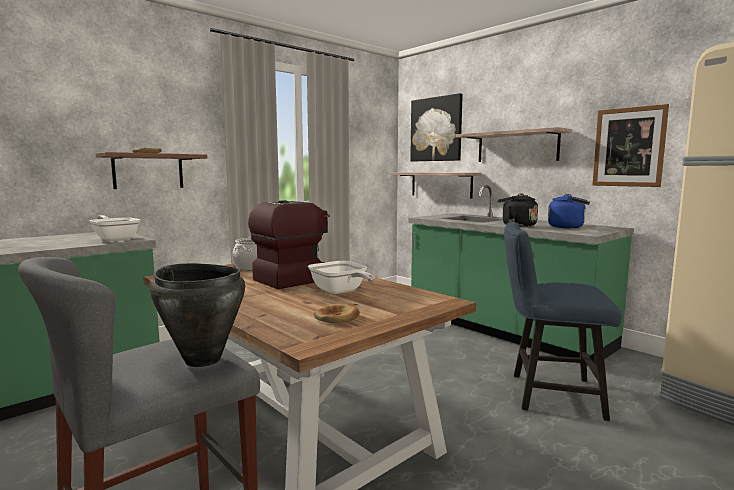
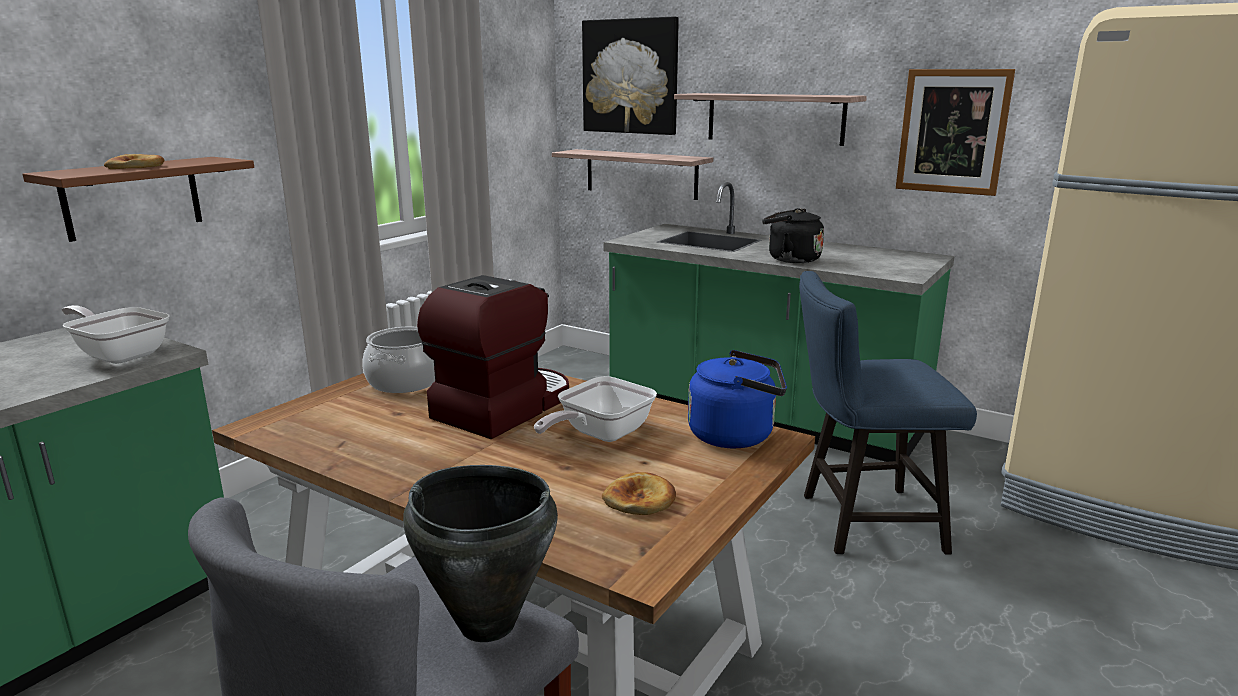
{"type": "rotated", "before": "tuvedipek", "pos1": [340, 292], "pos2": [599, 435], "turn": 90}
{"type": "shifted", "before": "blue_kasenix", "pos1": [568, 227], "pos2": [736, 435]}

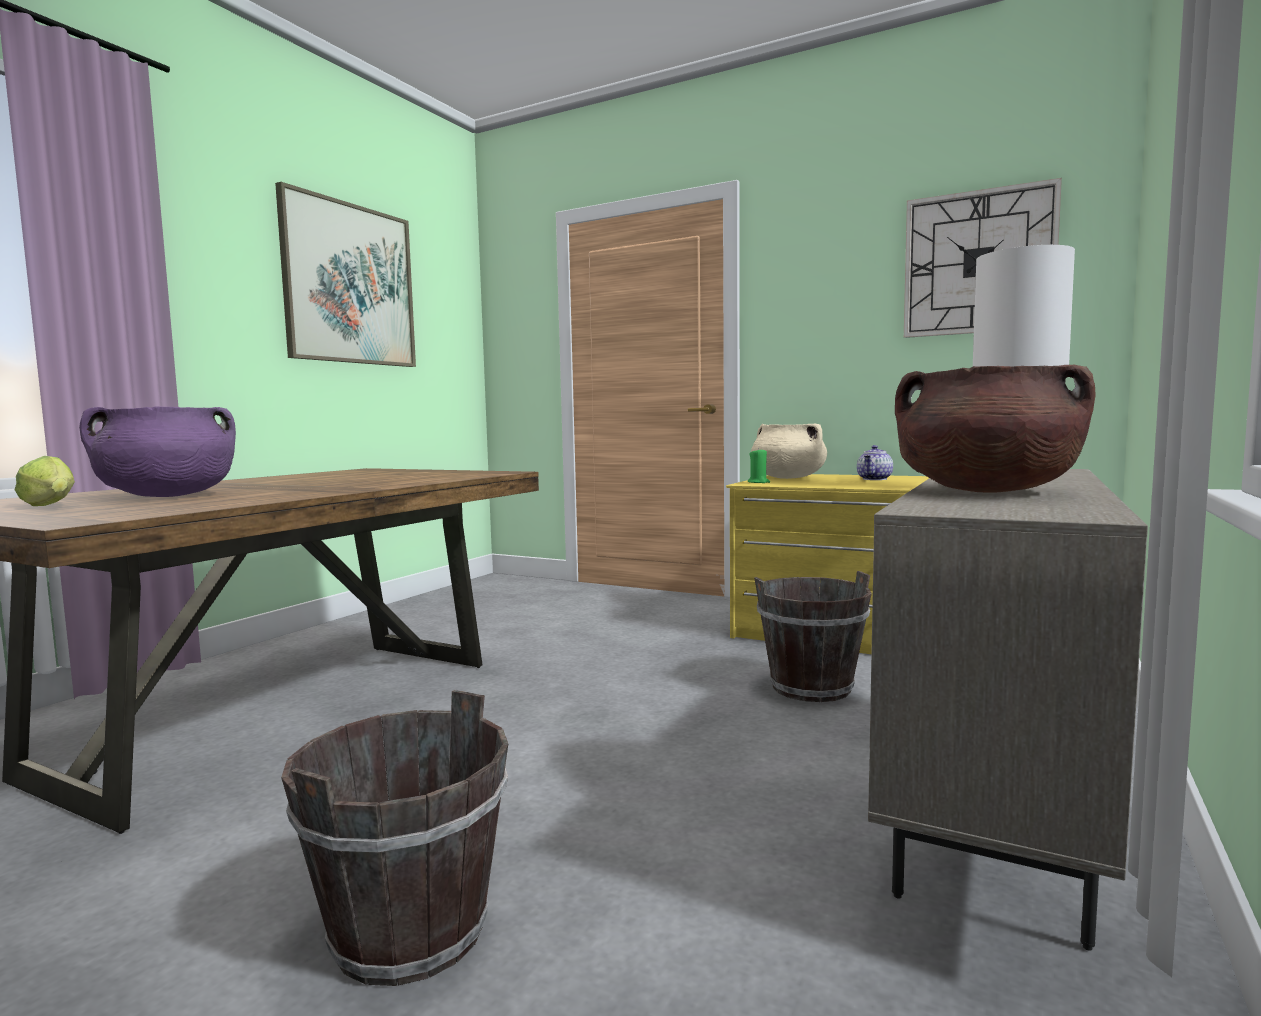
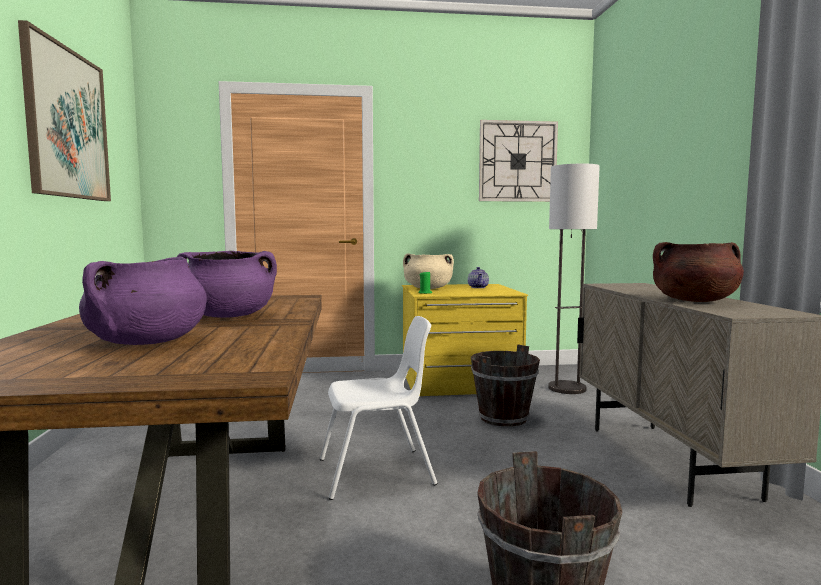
{"type": "gone", "before": "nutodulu", "pos1": [51, 506]}
{"type": "new", "after": "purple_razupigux", "pos2": [228, 316]}
{"type": "new", "after": "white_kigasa", "pos2": [378, 472]}

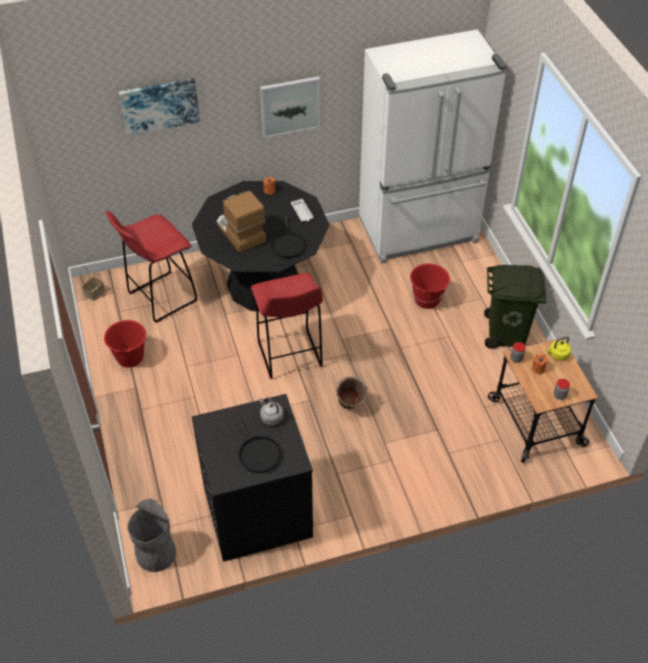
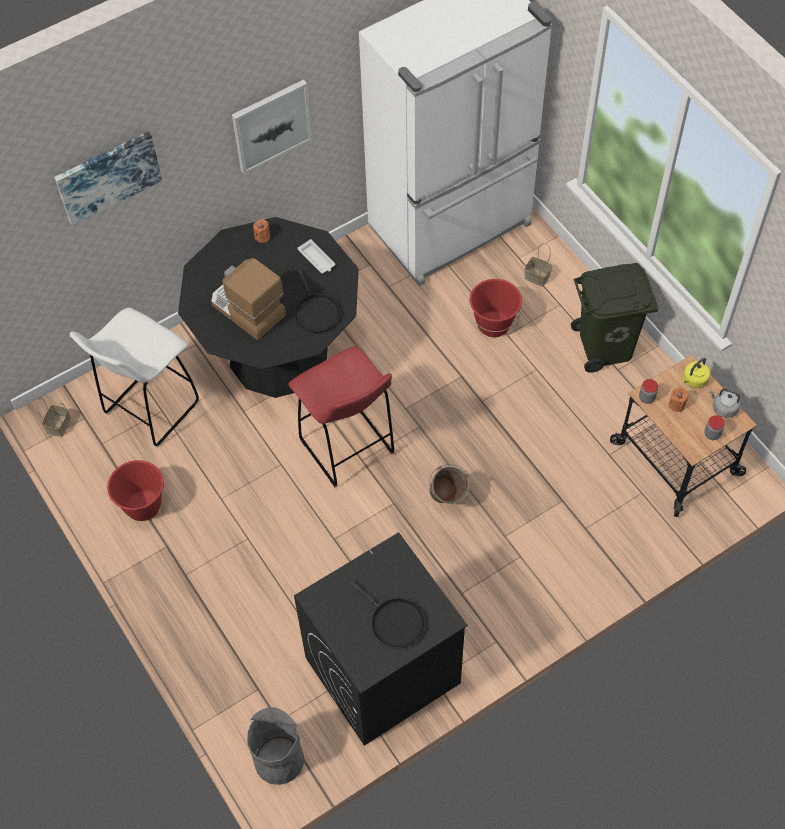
{"type": "repainted", "before": "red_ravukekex", "after": "white_ravukekex", "pos1": [160, 298], "pos2": [149, 410]}
{"type": "shifted", "before": "grey_kasenix", "pos1": [271, 417], "pos2": [723, 408]}
{"type": "new", "after": "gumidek", "pos2": [538, 276]}

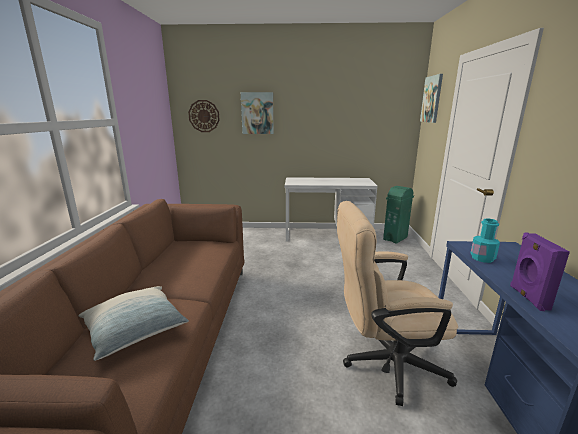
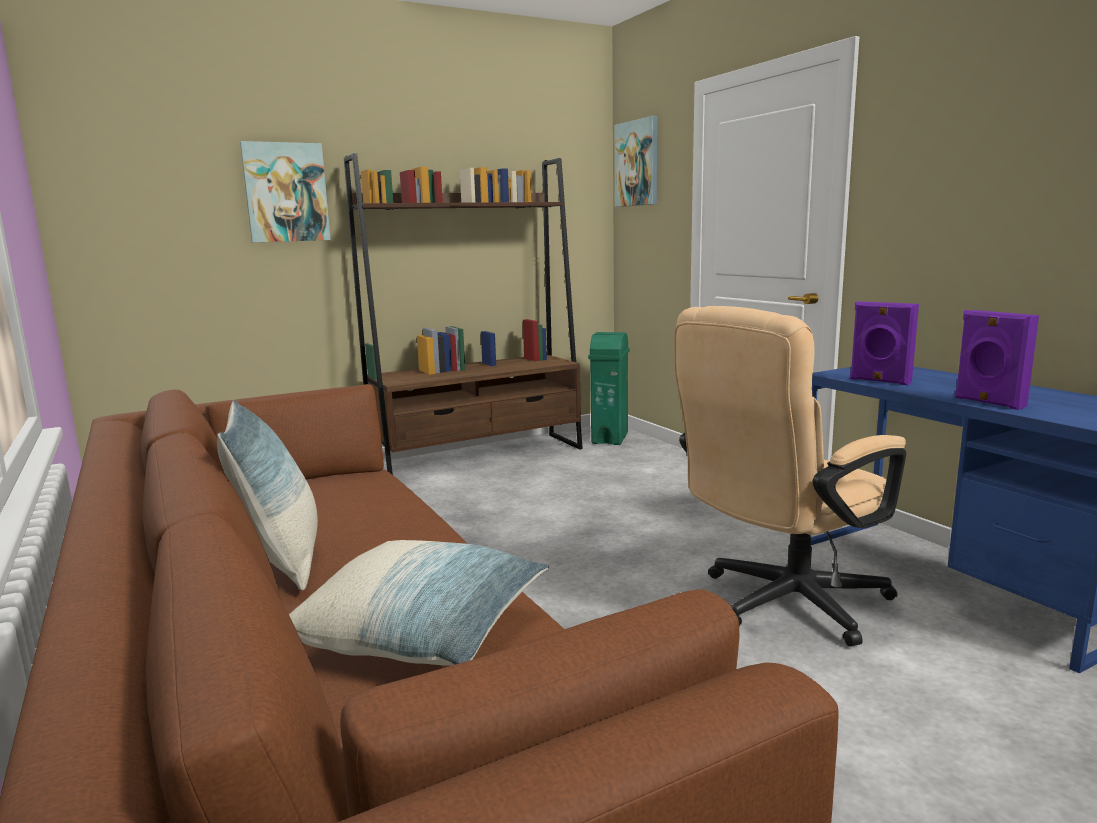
{"type": "gone", "before": "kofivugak", "pos1": [204, 116]}
{"type": "swapped", "before": "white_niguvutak", "after": "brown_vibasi", "pos1": [327, 235], "pos2": [479, 457]}
{"type": "swapped", "before": "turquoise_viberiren", "after": "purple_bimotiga", "pos1": [482, 258], "pos2": [879, 381]}
{"type": "new", "after": "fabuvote", "pos2": [281, 559]}

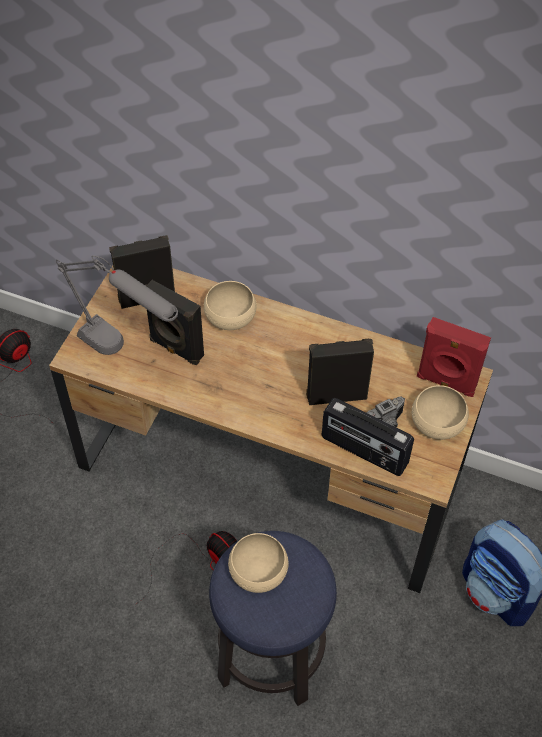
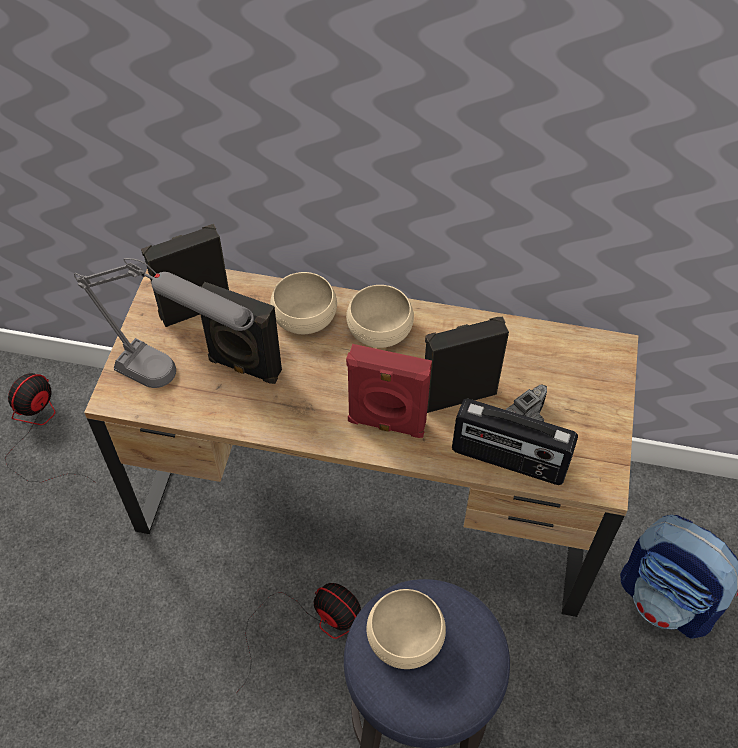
{"type": "shifted", "before": "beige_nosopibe", "pos1": [438, 421], "pos2": [380, 328]}
{"type": "shifted", "before": "red_bimotiga", "pos1": [446, 383], "pos2": [386, 424]}

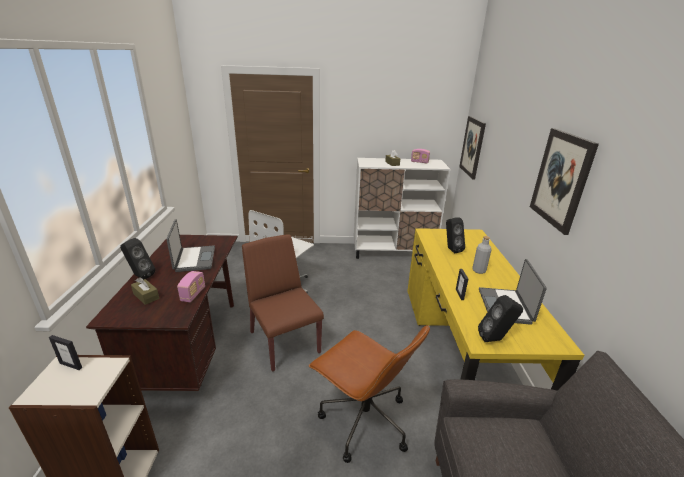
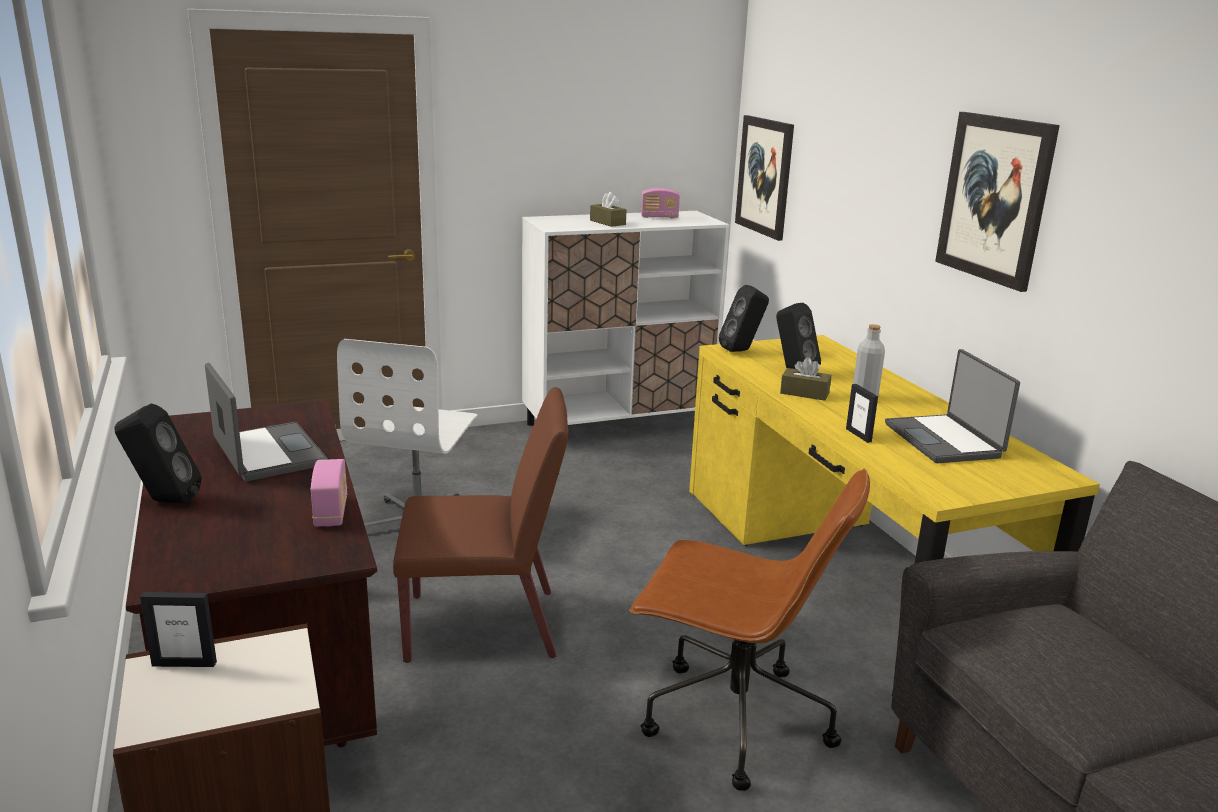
{"type": "shifted", "before": "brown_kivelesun", "pos1": [146, 296], "pos2": [804, 393]}
{"type": "rotated", "before": "brown_kigasa", "pos1": [284, 341], "pos2": [484, 625], "turn": 135}
{"type": "shifted", "before": "black_bimotiga", "pos1": [495, 339], "pos2": [742, 350]}

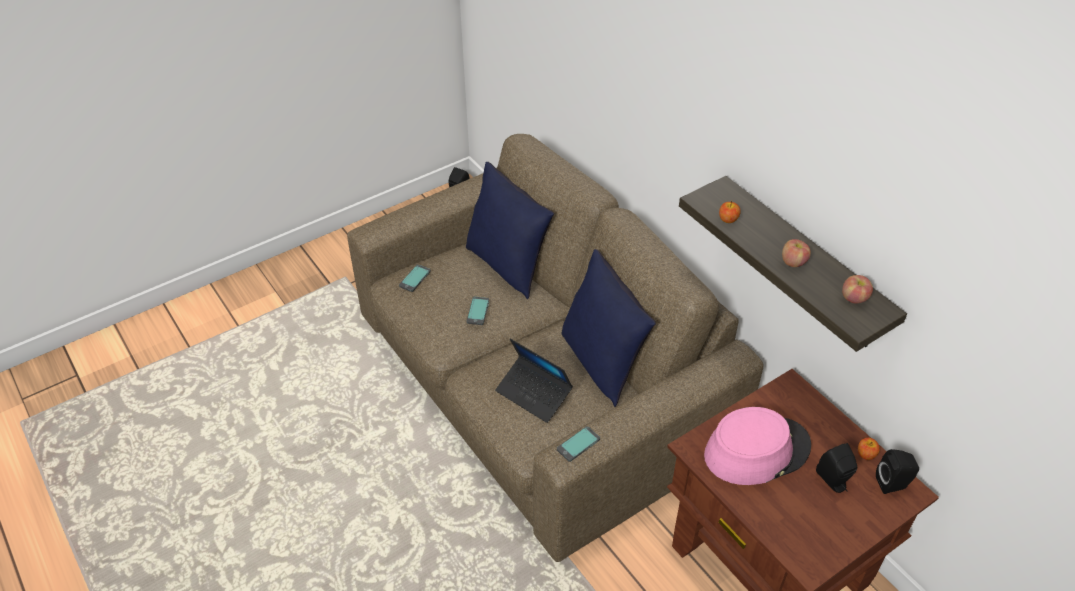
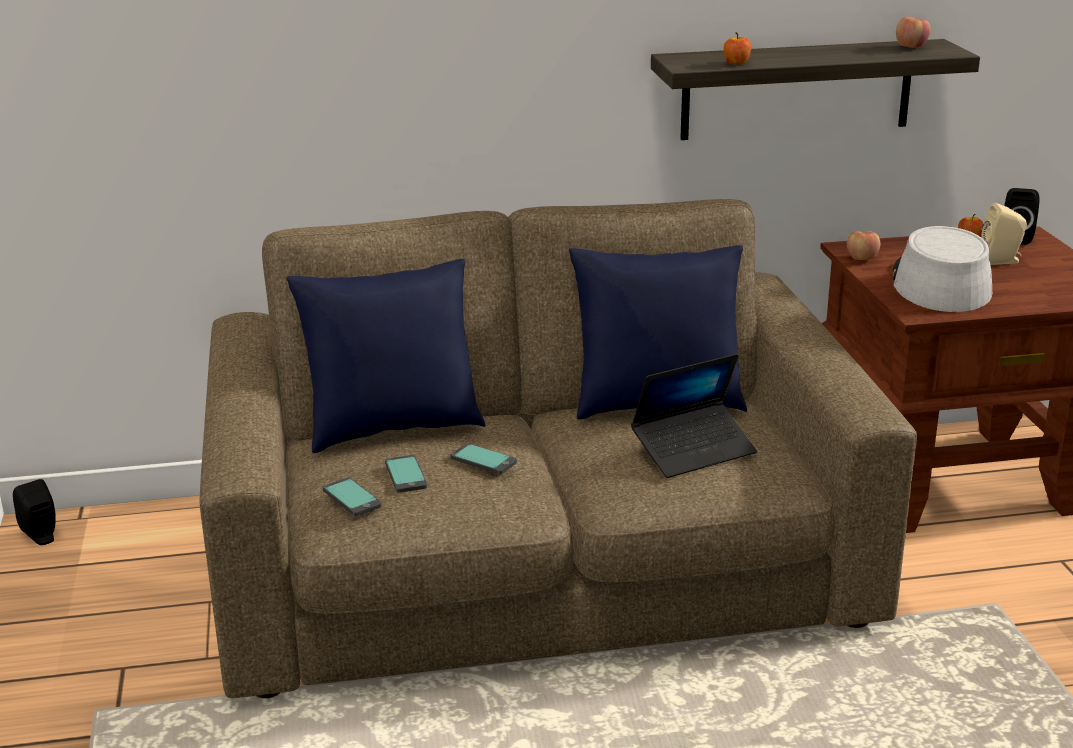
{"type": "shifted", "before": "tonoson", "pos1": [578, 444], "pos2": [406, 475]}
{"type": "repainted", "before": "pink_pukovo", "after": "grey_pukovo", "pos1": [756, 450], "pos2": [939, 284]}
{"type": "shifted", "before": "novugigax", "pos1": [793, 262], "pos2": [862, 258]}
{"type": "repainted", "before": "black_bimotiga", "after": "beige_bimotiga", "pos1": [834, 481], "pos2": [1001, 260]}

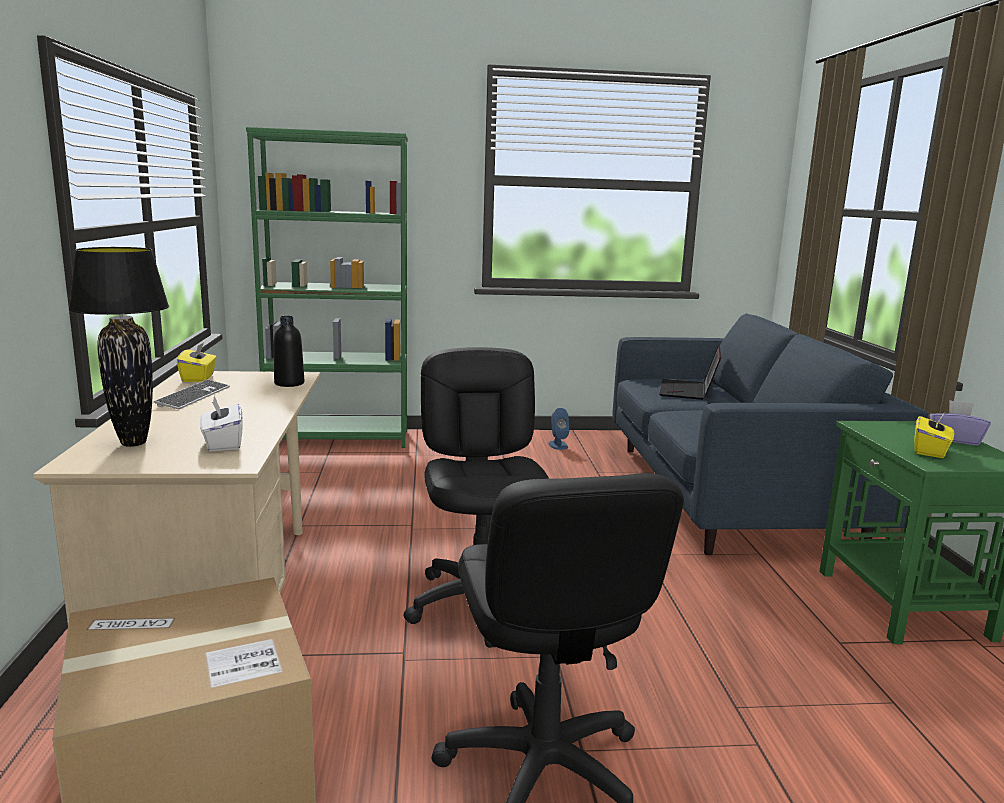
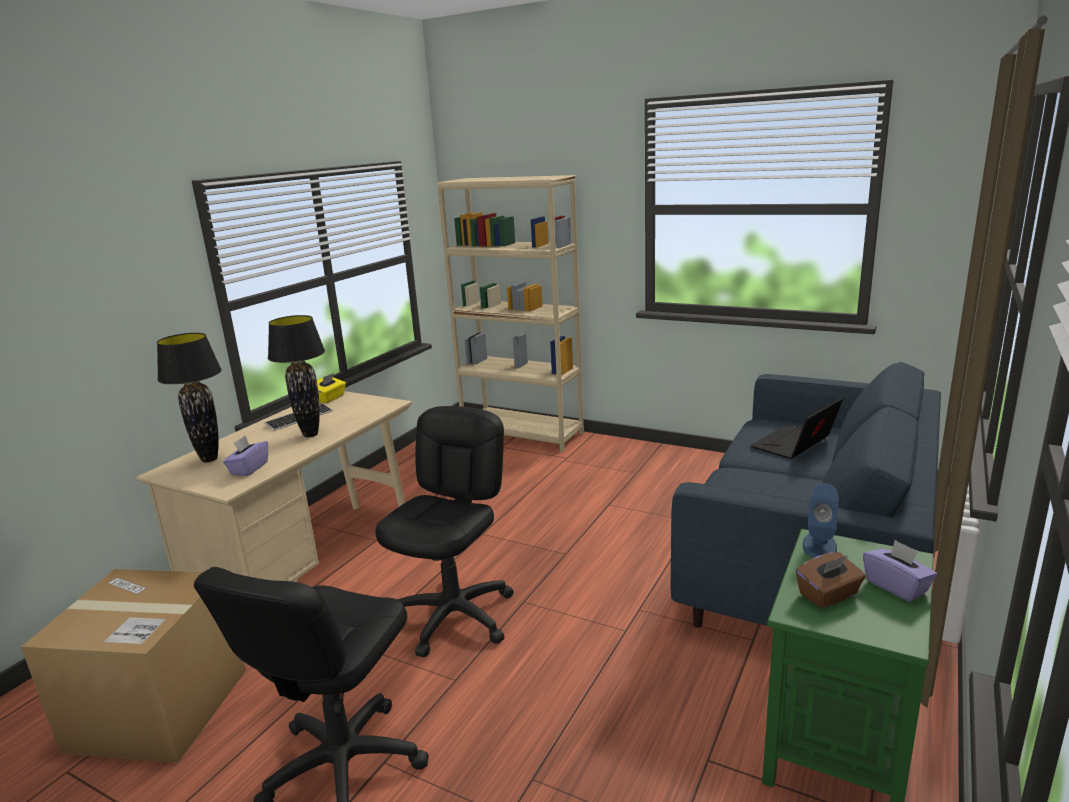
{"type": "repainted", "before": "white_kivelesun", "after": "purple_kivelesun", "pos1": [222, 443], "pos2": [249, 468]}
{"type": "repainted", "before": "green_vibasi", "after": "beige_vibasi", "pos1": [339, 438], "pos2": [522, 434]}
{"type": "gone", "before": "black_viberiren", "pos1": [289, 383]}
{"type": "shifted", "before": "blue_bimotiga", "pos1": [558, 445], "pos2": [819, 546]}
{"type": "repainted", "before": "yellow_kivelesun", "after": "brown_kivelesun", "pos1": [930, 451], "pos2": [828, 595]}
{"type": "new", "after": "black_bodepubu", "pos2": [311, 434]}

